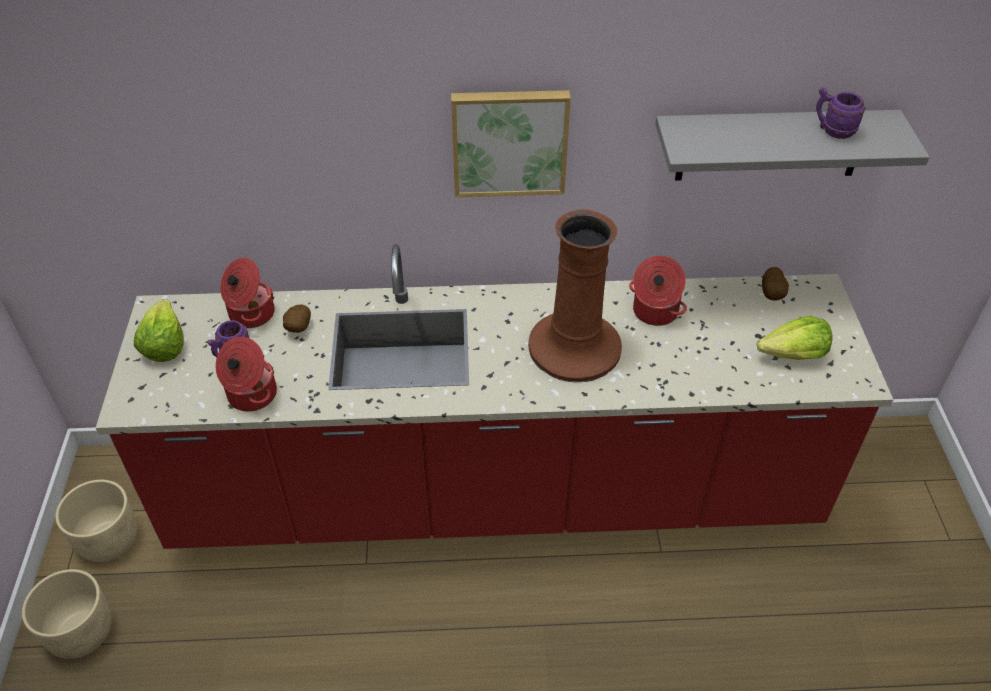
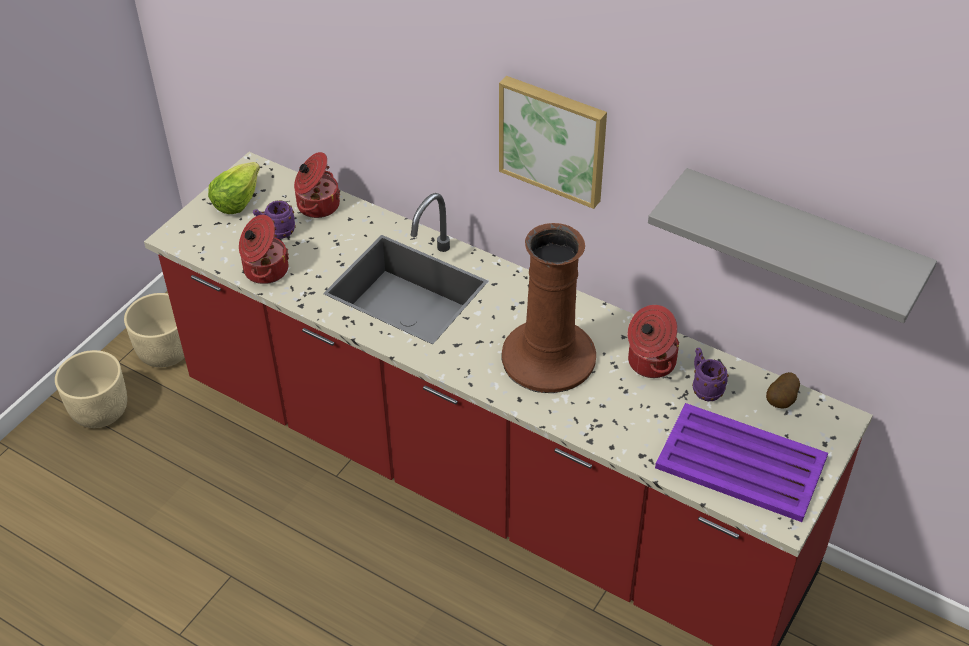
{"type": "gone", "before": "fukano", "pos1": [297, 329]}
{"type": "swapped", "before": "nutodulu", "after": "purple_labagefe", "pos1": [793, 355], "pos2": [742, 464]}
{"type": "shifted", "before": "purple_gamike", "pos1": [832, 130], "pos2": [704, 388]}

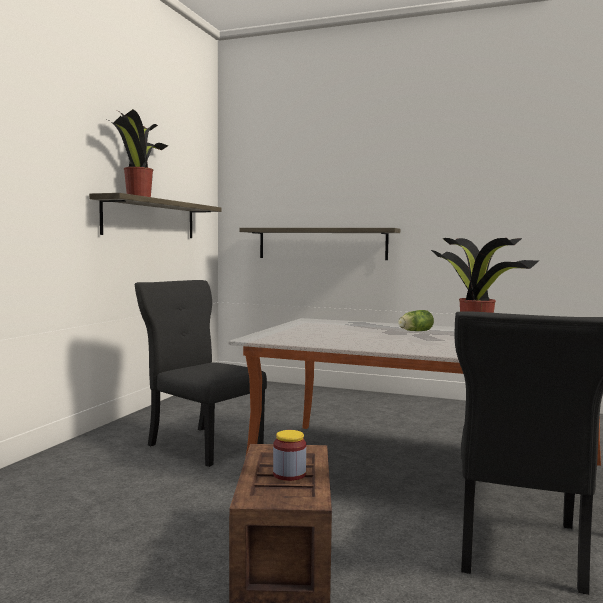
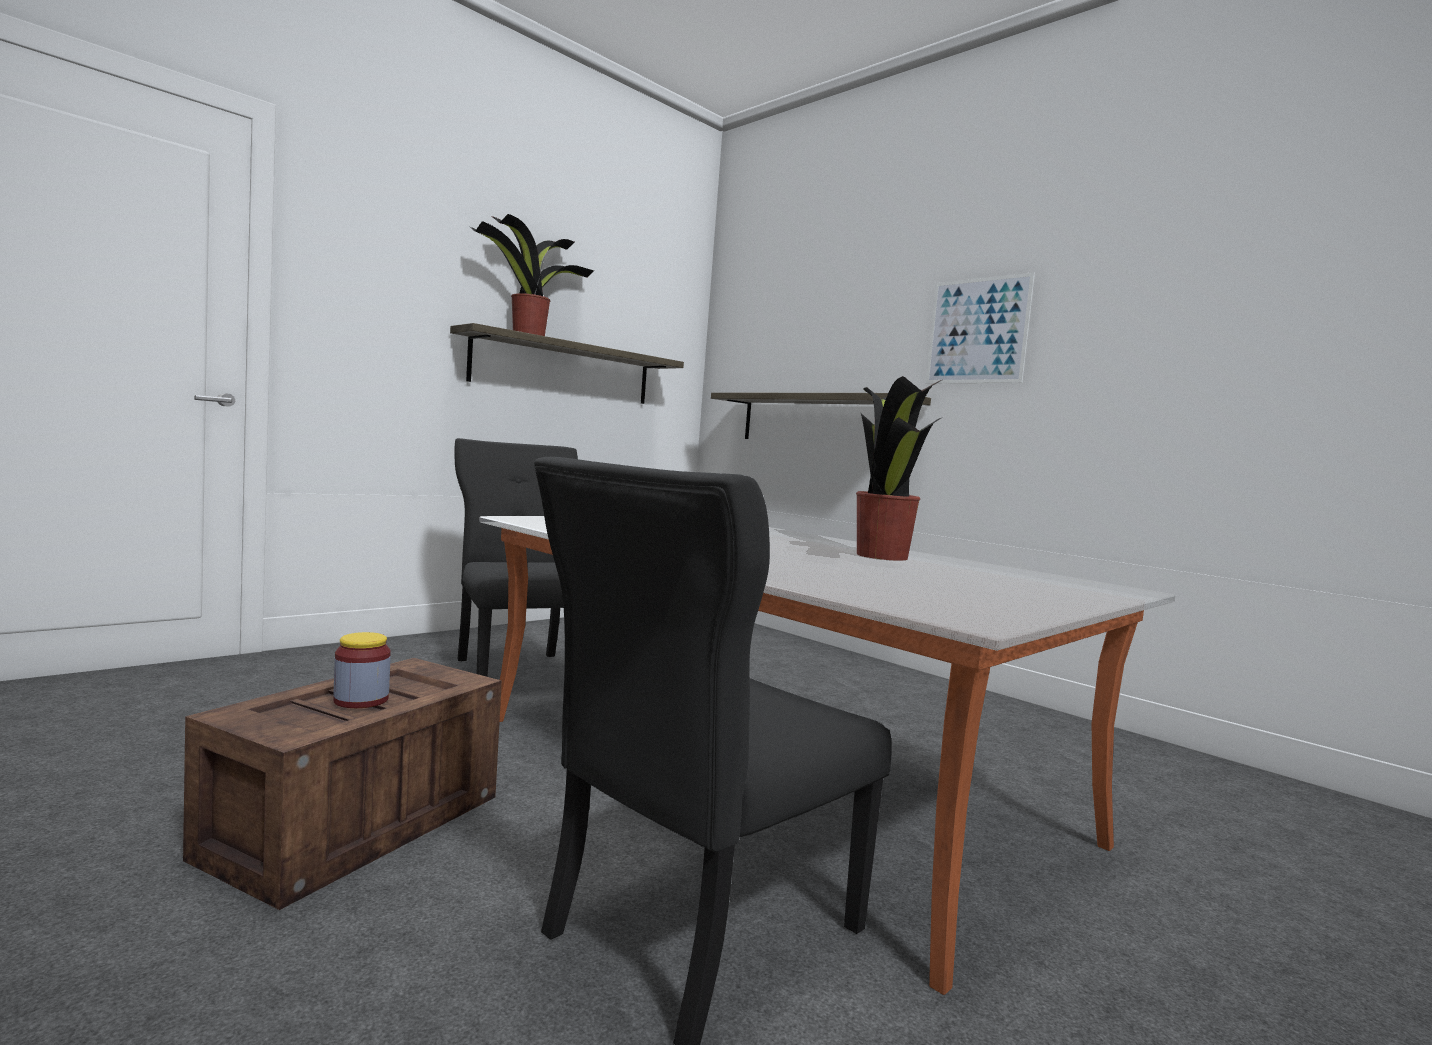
{"type": "gone", "before": "nutodulu", "pos1": [414, 331]}
{"type": "new", "after": "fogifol", "pos2": [977, 331]}

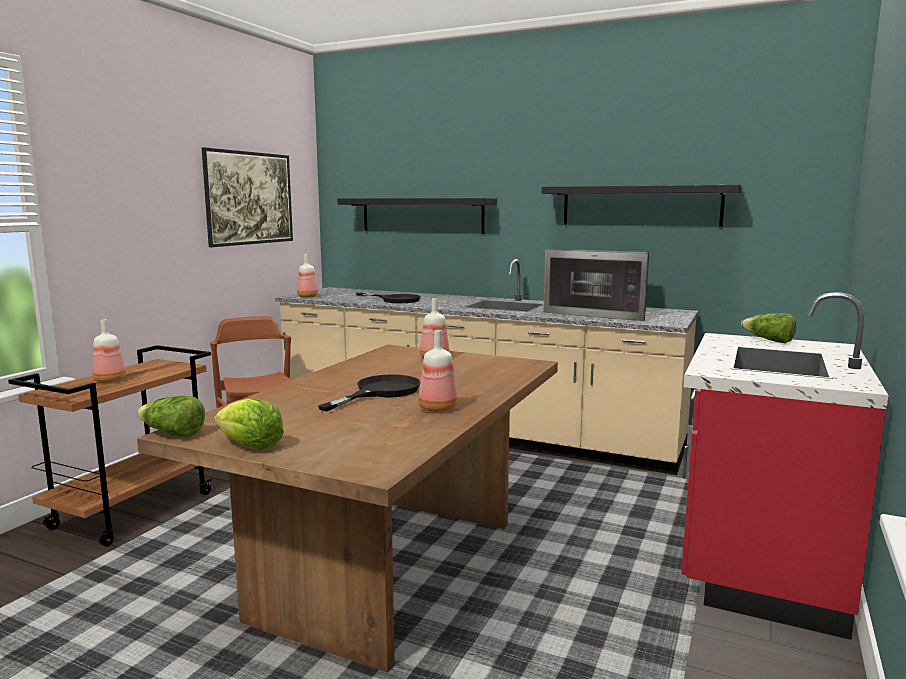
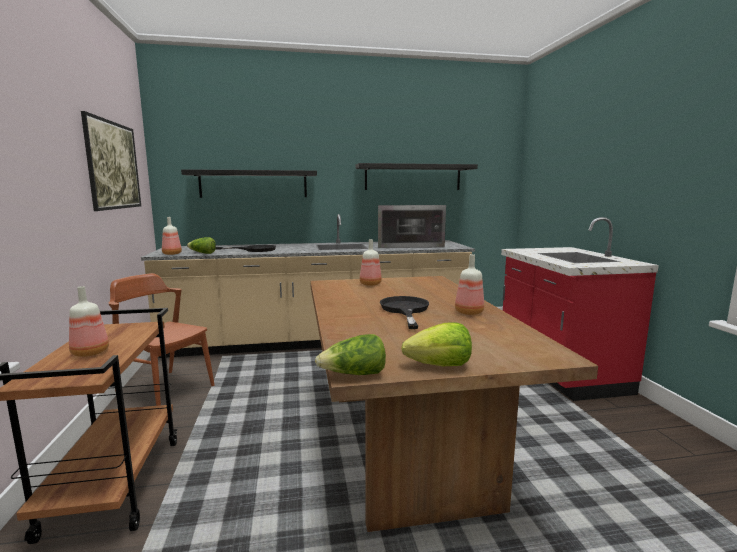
{"type": "shifted", "before": "nutodulu", "pos1": [768, 341], "pos2": [202, 253]}

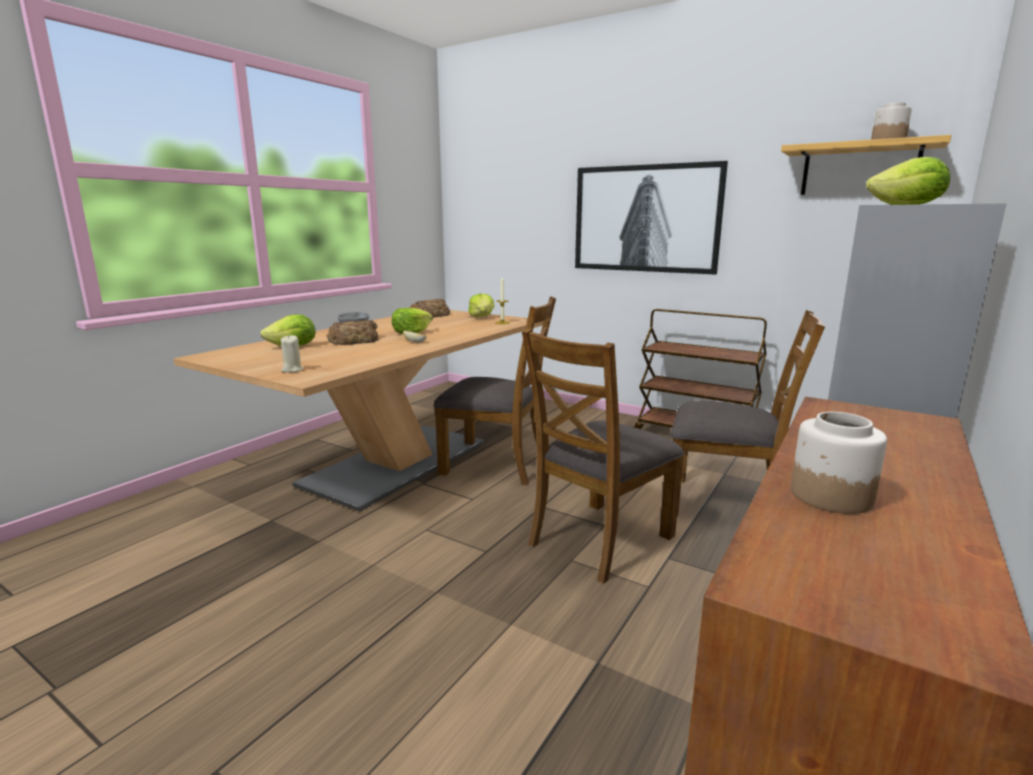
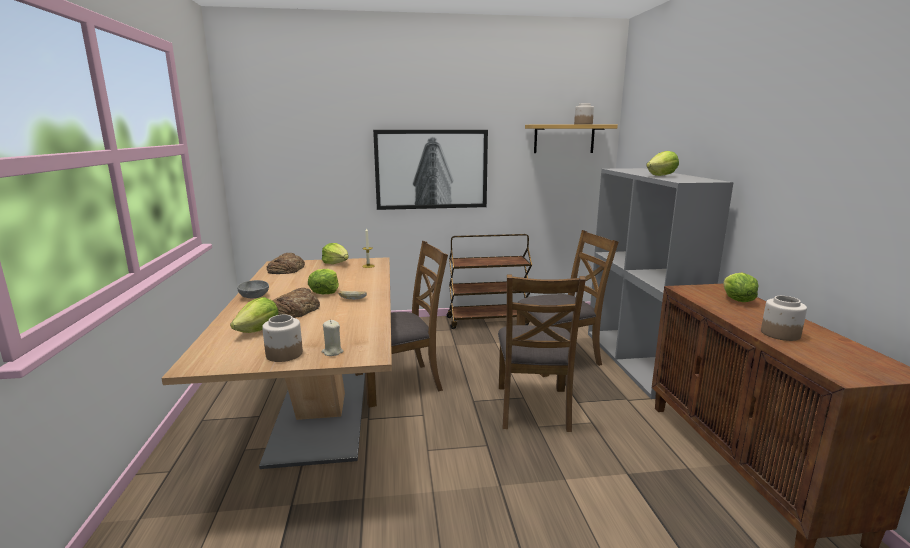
{"type": "new", "after": "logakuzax", "pos2": [285, 354]}
{"type": "new", "after": "nutodulu", "pos2": [736, 300]}

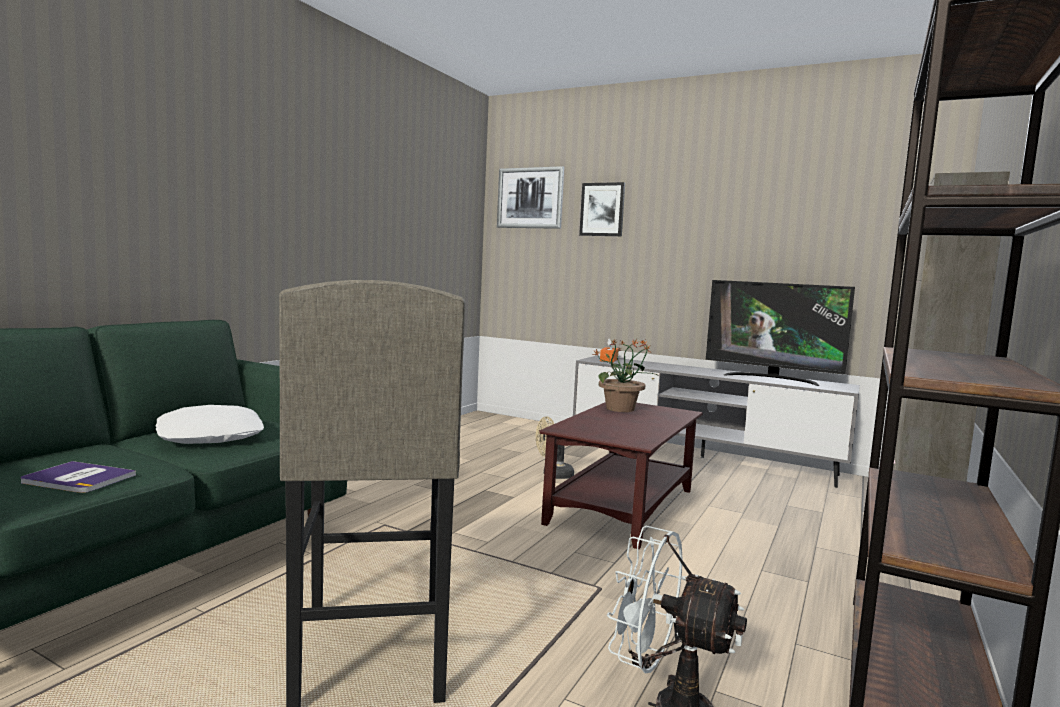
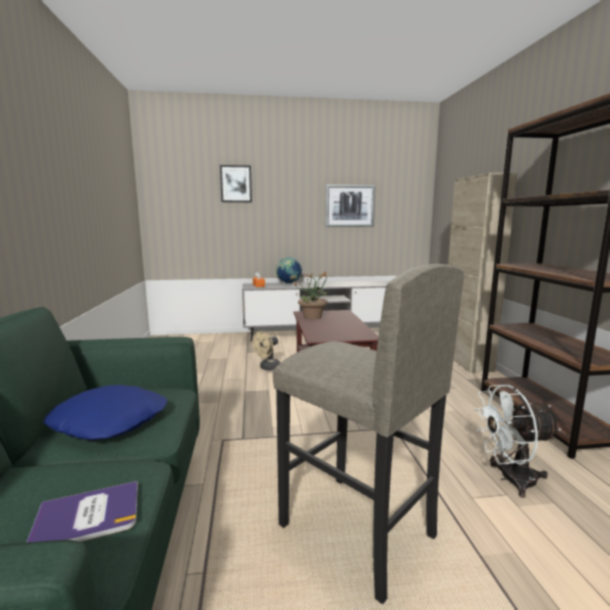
{"type": "repainted", "before": "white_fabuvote", "after": "blue_fabuvote", "pos1": [211, 436], "pos2": [110, 421]}
{"type": "shifted", "before": "fogifol", "pos1": [530, 198], "pos2": [350, 206]}
{"type": "gone", "before": "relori", "pos1": [771, 378]}
{"type": "new", "after": "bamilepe", "pos2": [288, 283]}

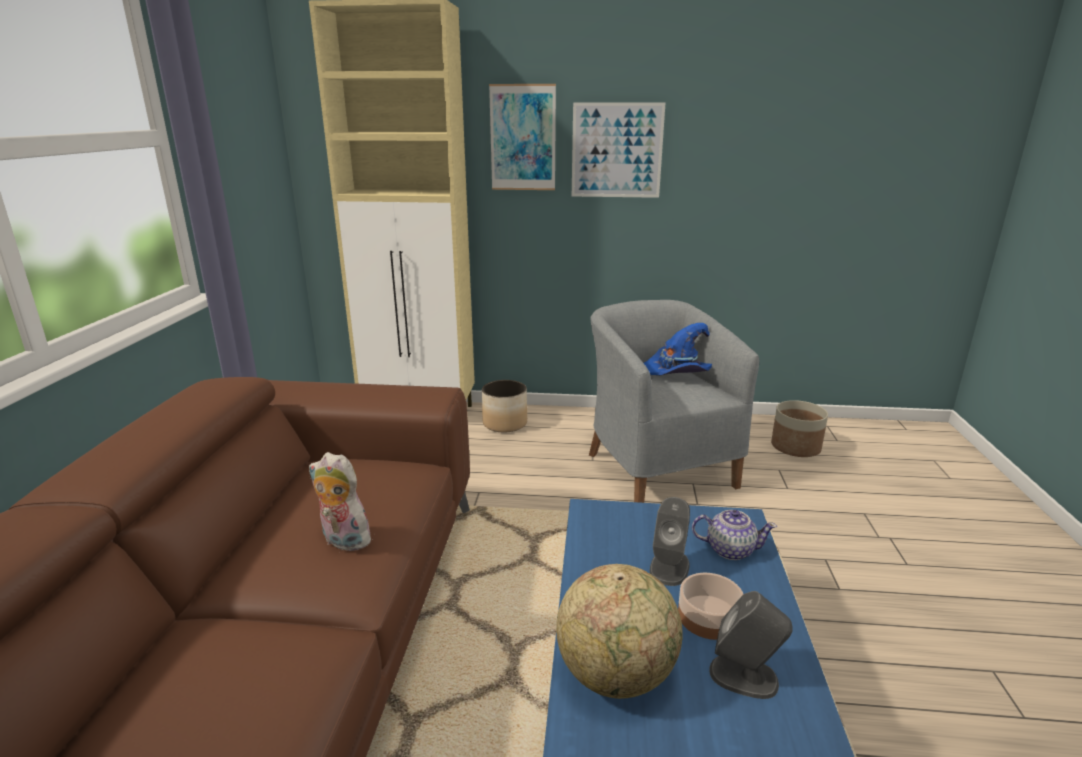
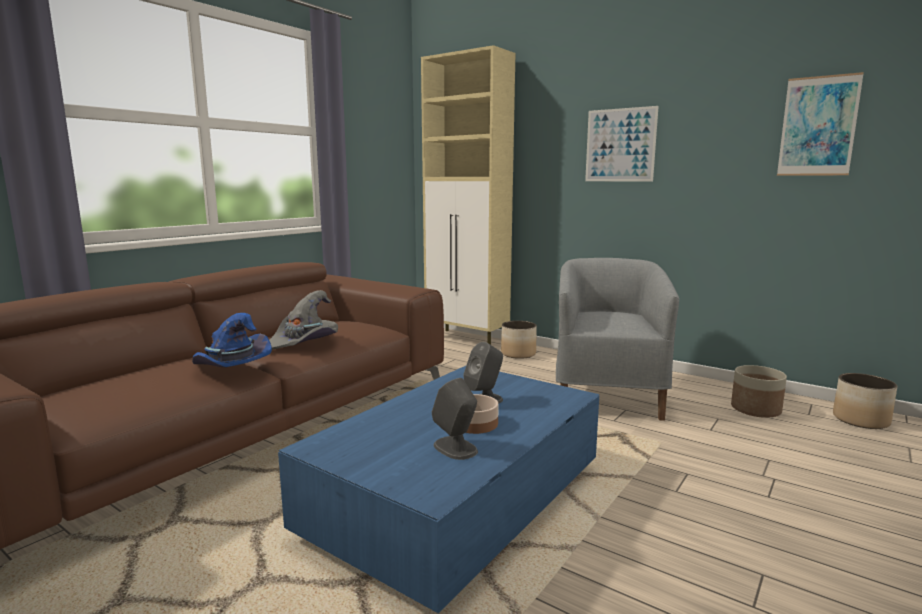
{"type": "swapped", "before": "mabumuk", "after": "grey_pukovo", "pos1": [343, 541], "pos2": [303, 343]}
{"type": "shifted", "before": "fogifol", "pos1": [523, 138], "pos2": [818, 126]}
{"type": "gone", "before": "bamilepe", "pos1": [616, 675]}
{"type": "shifted", "before": "blue_pukovo", "pos1": [675, 372], "pos2": [231, 367]}
{"type": "gone", "before": "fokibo", "pos1": [729, 549]}
{"type": "new", "after": "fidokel", "pos2": [861, 420]}

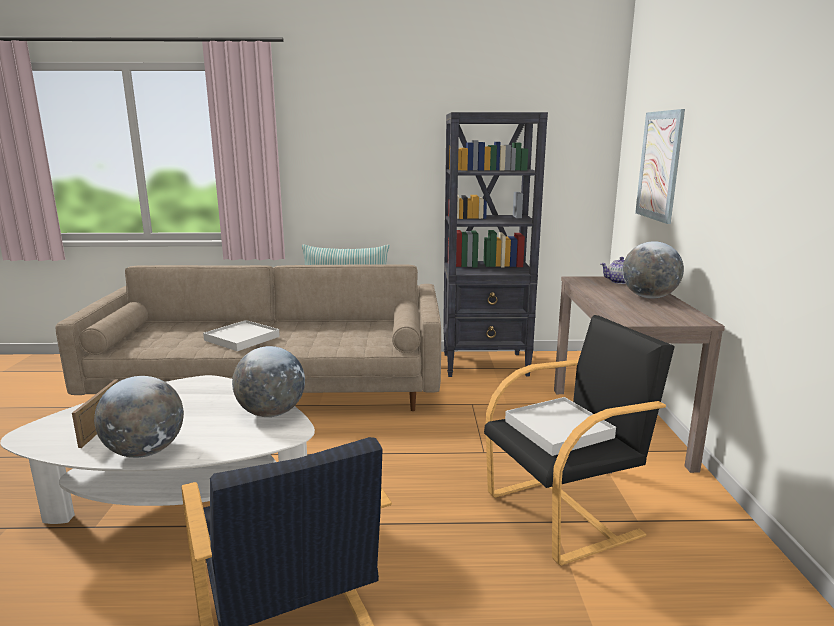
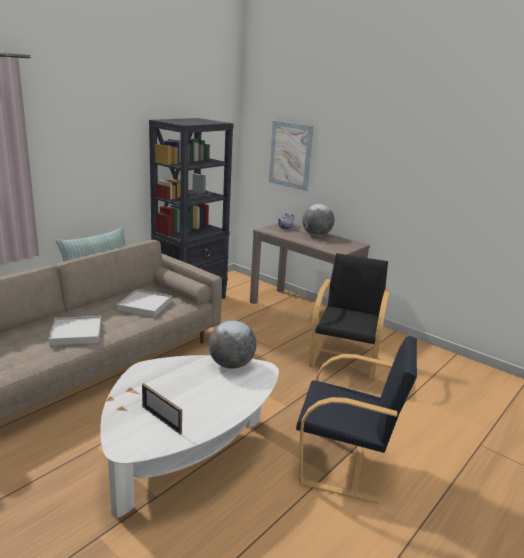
{"type": "gone", "before": "bamilepe", "pos1": [145, 452]}
{"type": "shifted", "before": "white_labagefe", "pos1": [558, 429], "pos2": [145, 305]}

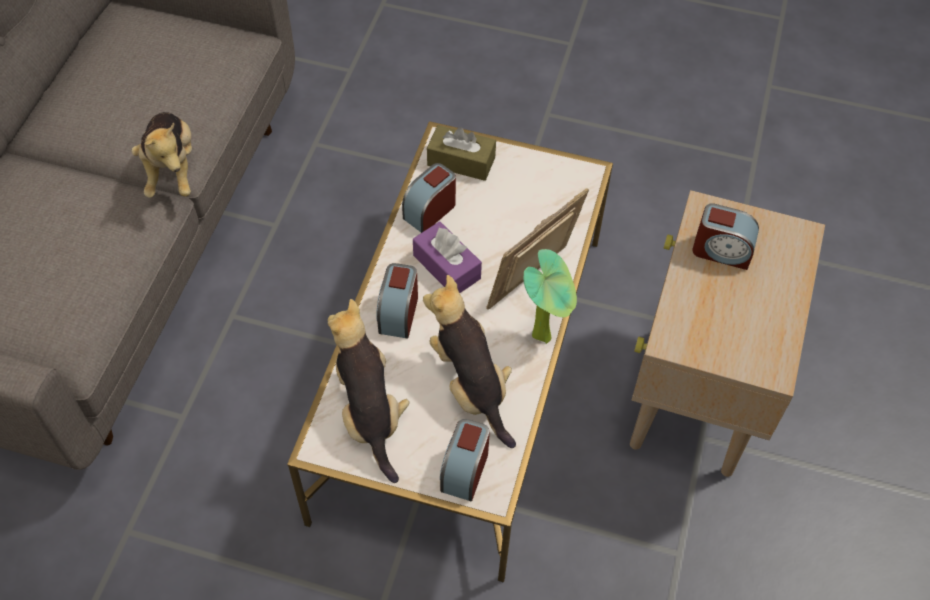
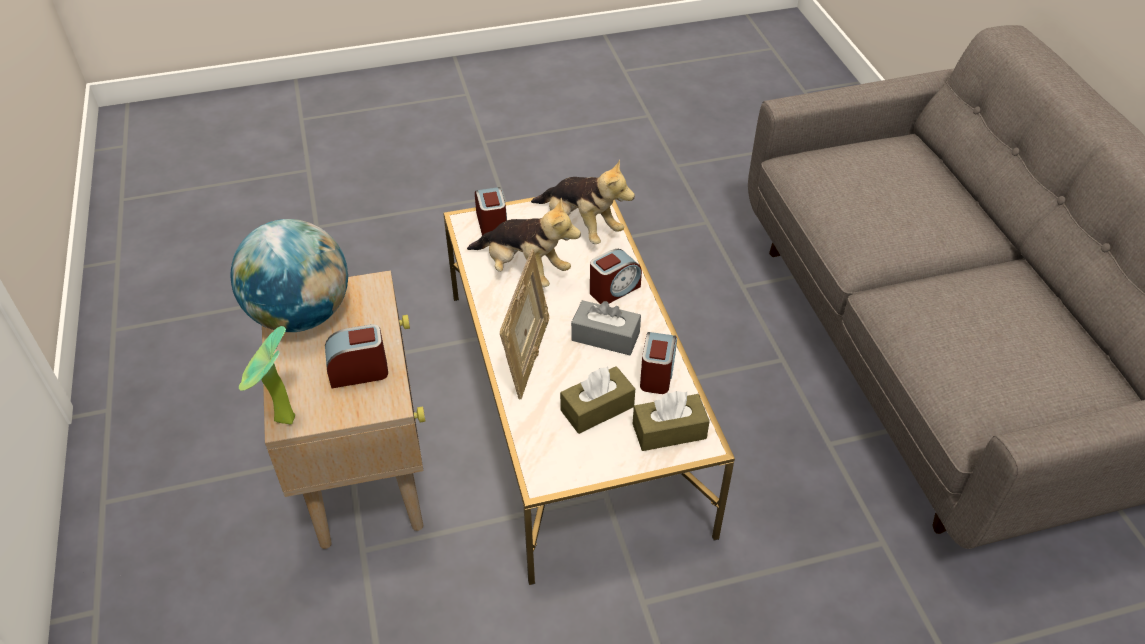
{"type": "gone", "before": "mabumuk", "pos1": [171, 169]}
{"type": "rotated", "before": "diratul", "pos1": [398, 313], "pos2": [614, 289], "turn": 75}
{"type": "repainted", "before": "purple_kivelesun", "after": "grey_kivelesun", "pos1": [446, 267], "pos2": [605, 336]}
{"type": "shifted", "before": "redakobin", "pos1": [545, 334], "pos2": [281, 422]}
{"type": "new", "after": "bamilepe", "pos2": [301, 315]}
{"type": "new", "after": "brown_kivelesun", "pos2": [597, 408]}

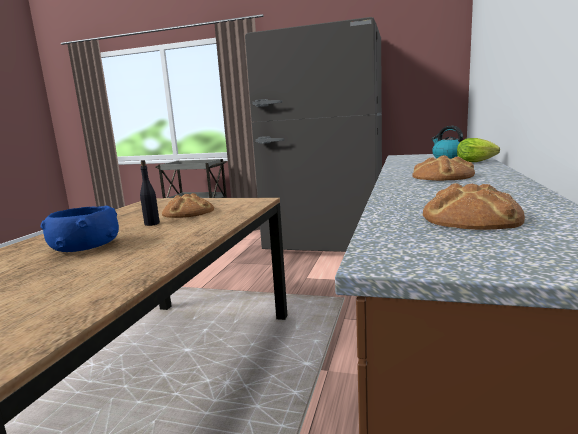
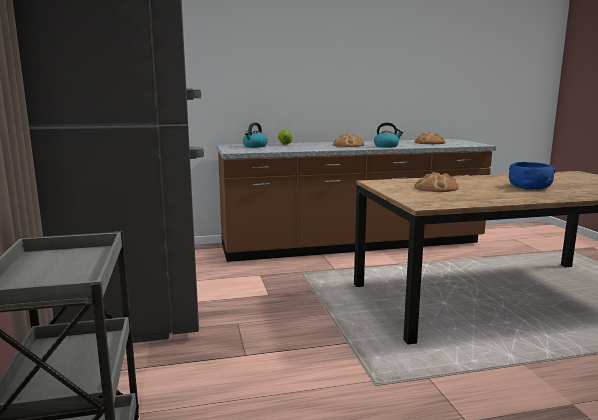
{"type": "gone", "before": "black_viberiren", "pos1": [152, 223]}
{"type": "new", "after": "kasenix", "pos2": [386, 146]}

